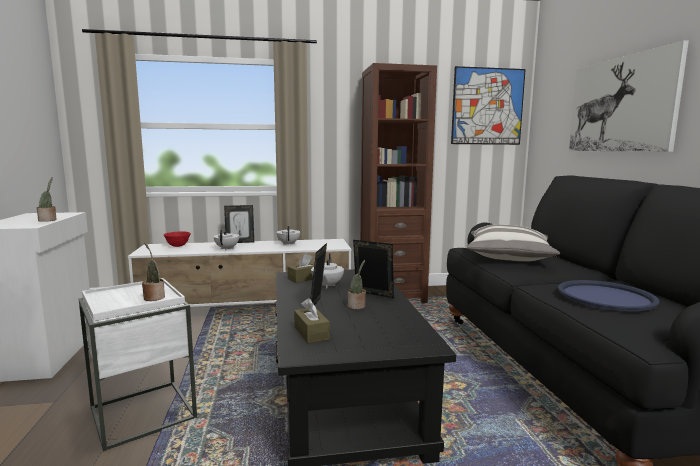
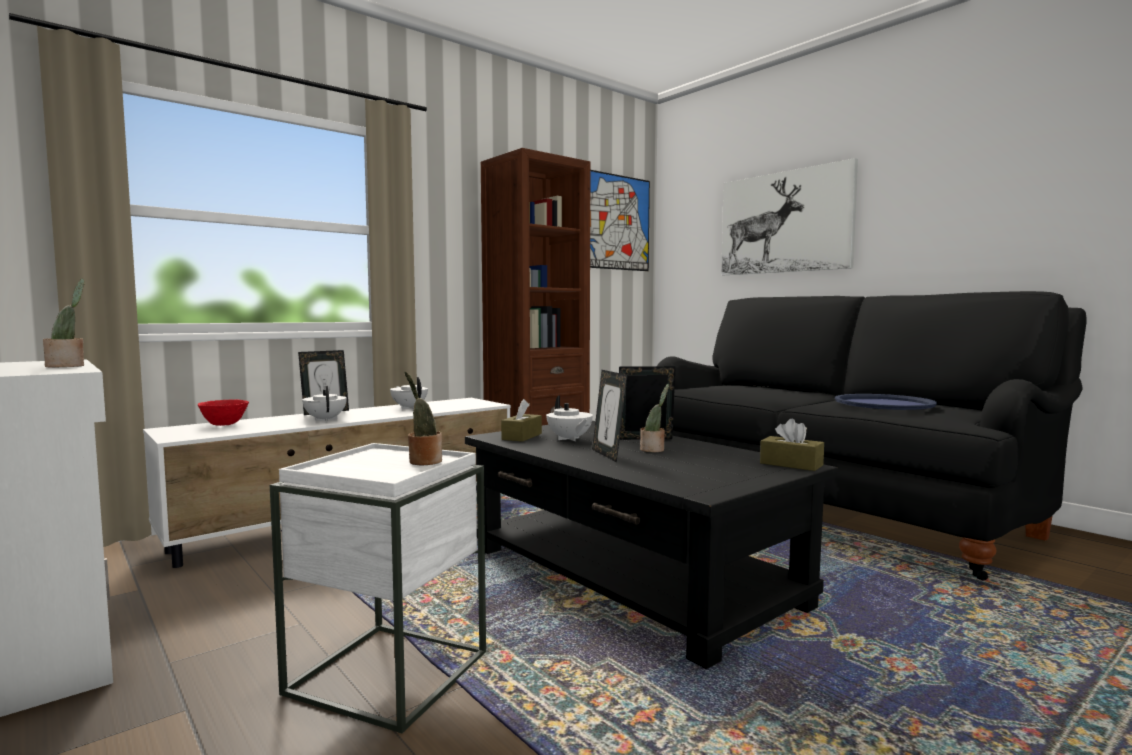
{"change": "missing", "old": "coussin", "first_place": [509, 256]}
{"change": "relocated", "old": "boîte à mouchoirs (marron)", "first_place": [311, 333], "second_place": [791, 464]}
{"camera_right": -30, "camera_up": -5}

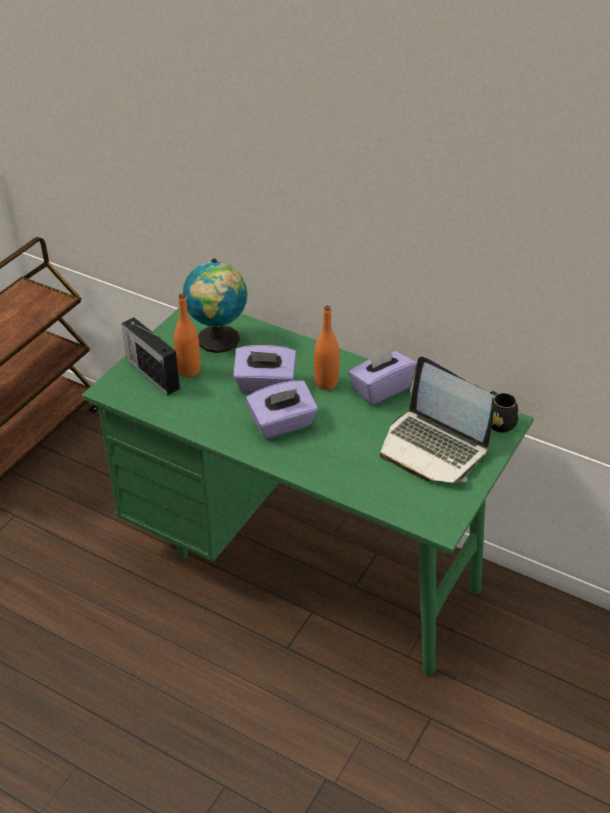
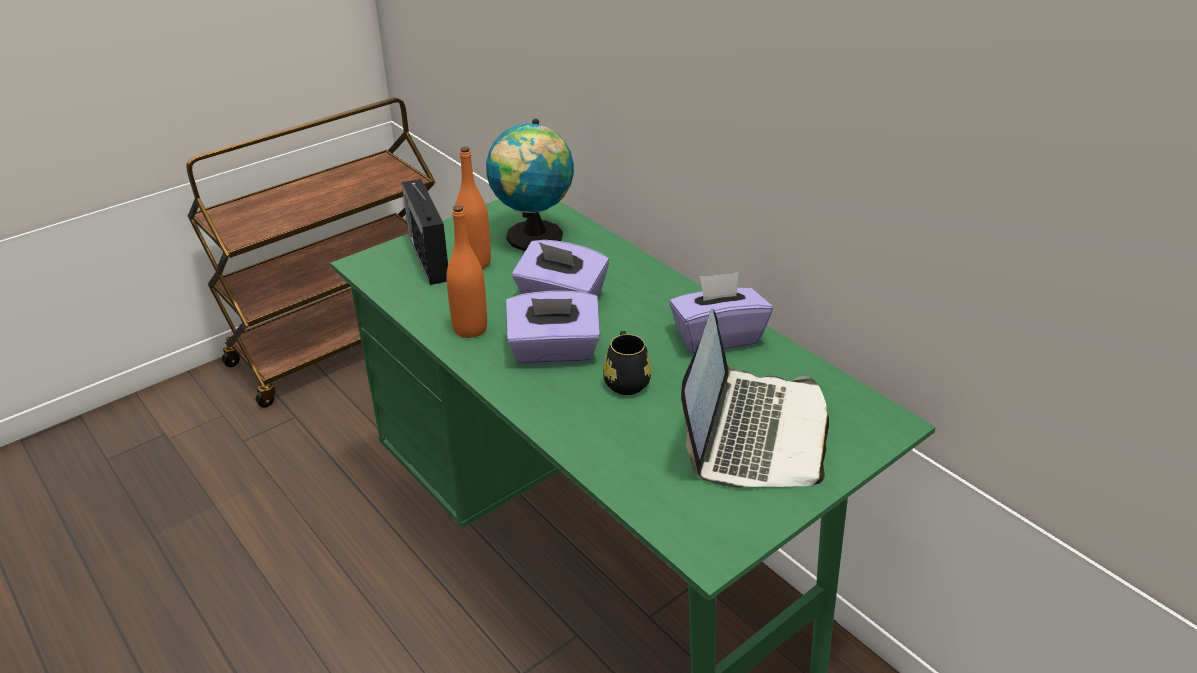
{"change": "relocated", "old": "bouteille (orange)", "first_place": [326, 383], "second_place": [470, 329]}
{"change": "spun", "old": "ordinateur portable", "first_place": [433, 448], "second_place": [754, 432], "degrees": -135}
{"change": "relocated", "old": "mug (noir)", "first_place": [498, 421], "second_place": [625, 379]}
{"camera_right": 20, "camera_up": -5}

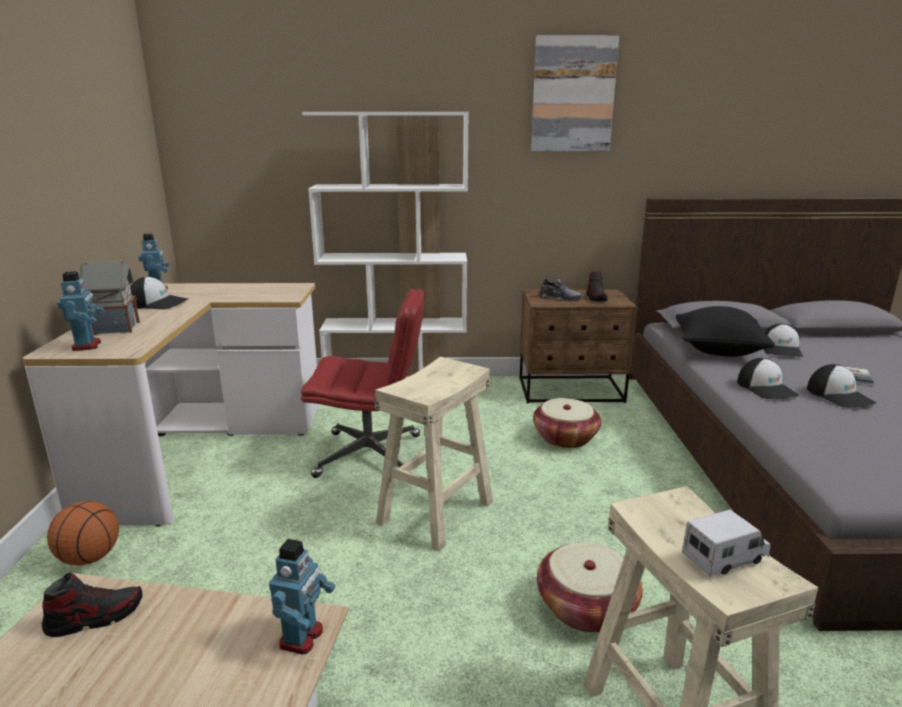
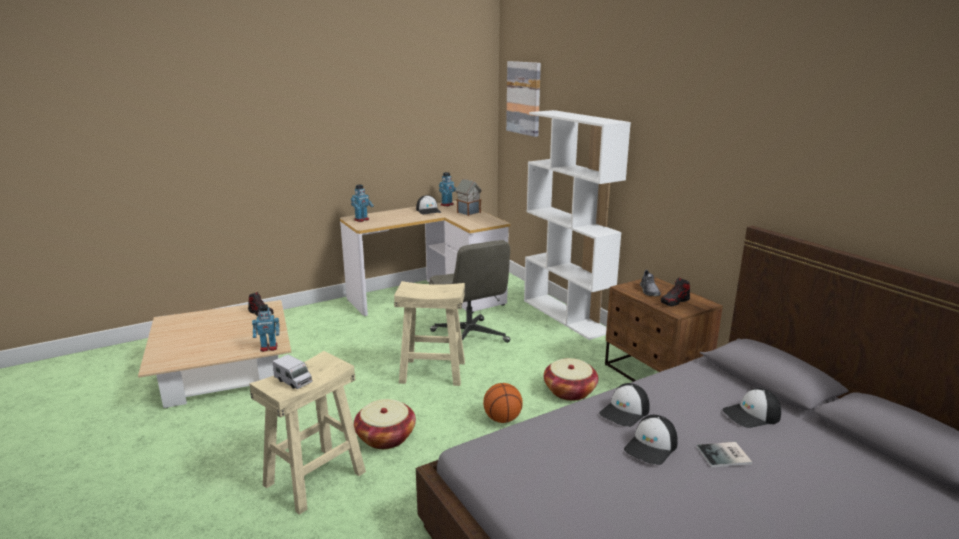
{"change": "relocated", "old": "tableau", "first_place": [573, 95], "second_place": [524, 98]}
{"change": "relocated", "old": "maison miniature", "first_place": [115, 328], "second_place": [468, 212]}
{"change": "colour", "old": "chaise de bureau (rouge)", "new": "chaise de bureau (gris)", "first_place": [371, 455], "second_place": [470, 337]}
{"change": "missing", "old": "coussin (noir)", "first_place": [718, 351]}
{"change": "relocated", "old": "ballon de basket", "first_place": [90, 558], "second_place": [502, 419]}
{"camera_right": 60, "camera_up": 0}

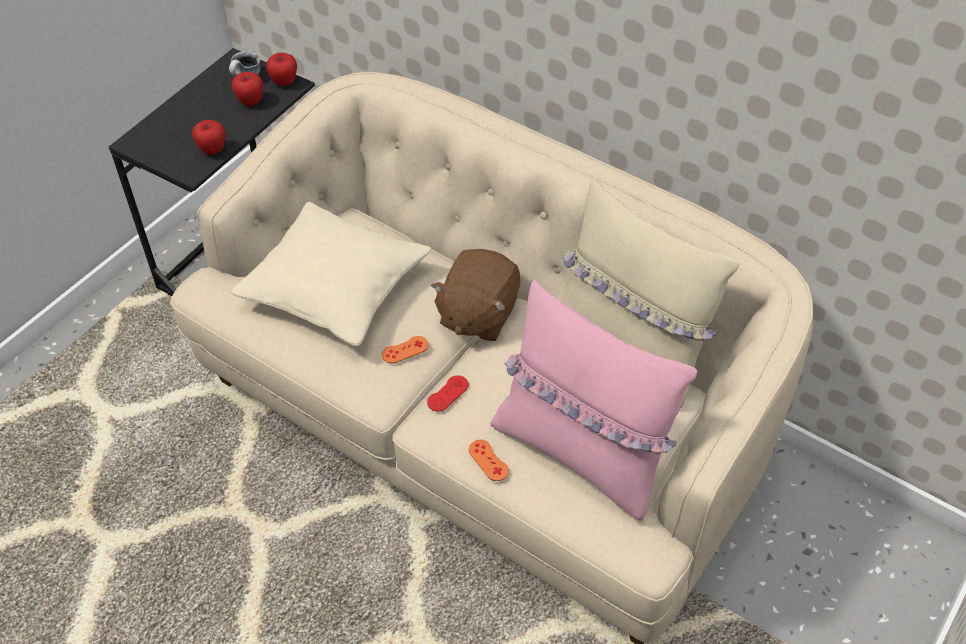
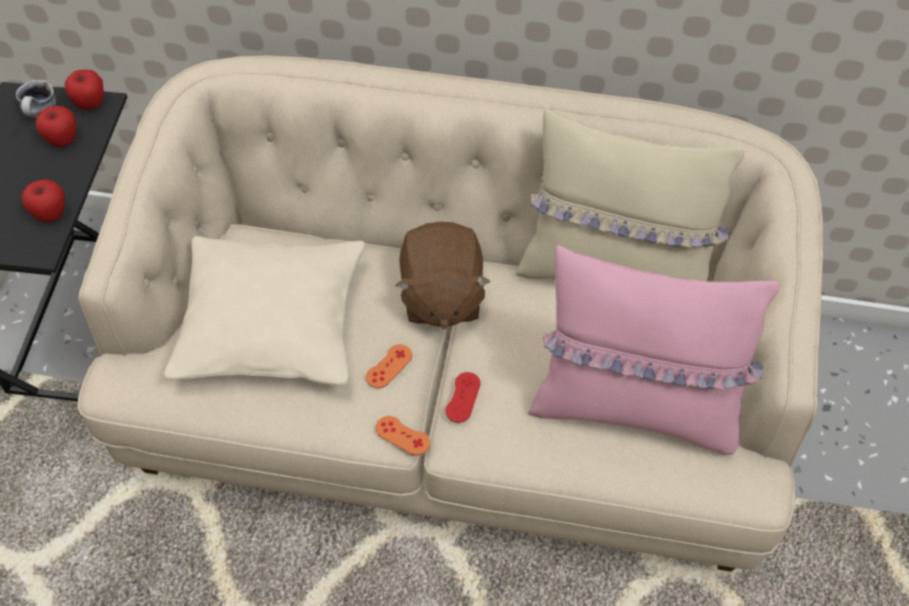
{"change": "relocated", "old": "manette (orange)", "first_place": [488, 460], "second_place": [402, 435]}
{"camera_right": -25, "camera_up": 5}

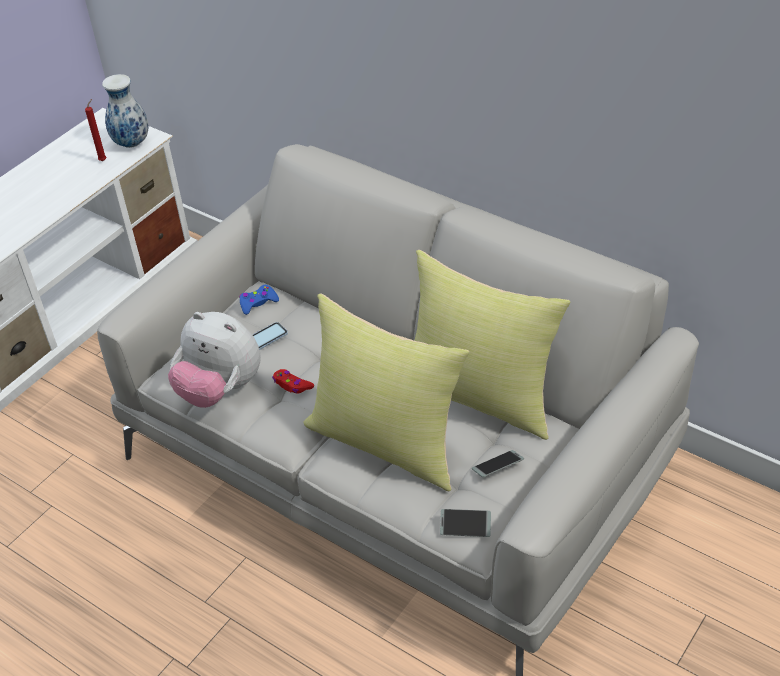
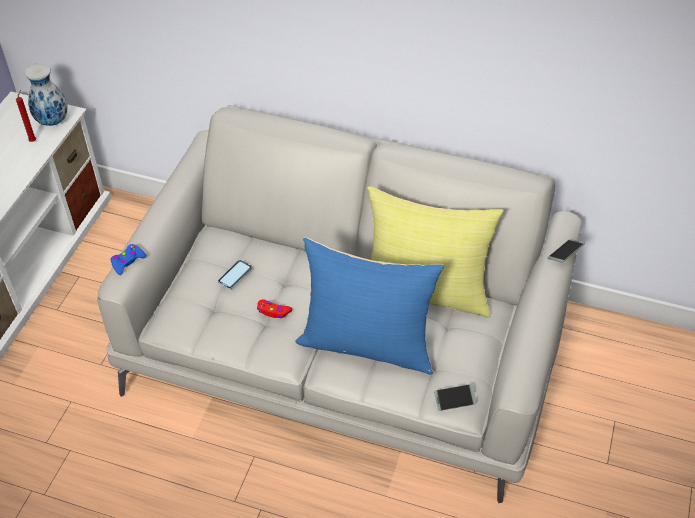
{"change": "relocated", "old": "manette (bleu)", "first_place": [258, 303], "second_place": [128, 262]}
{"change": "colour", "old": "coussin (jaune)", "new": "coussin (bleu)", "first_place": [387, 441], "second_place": [367, 343]}
{"change": "missing", "old": "peluche", "first_place": [220, 389]}
{"change": "relocated", "old": "téléphone", "first_place": [497, 467], "second_place": [565, 253]}
{"camera_right": -20, "camera_up": 5}

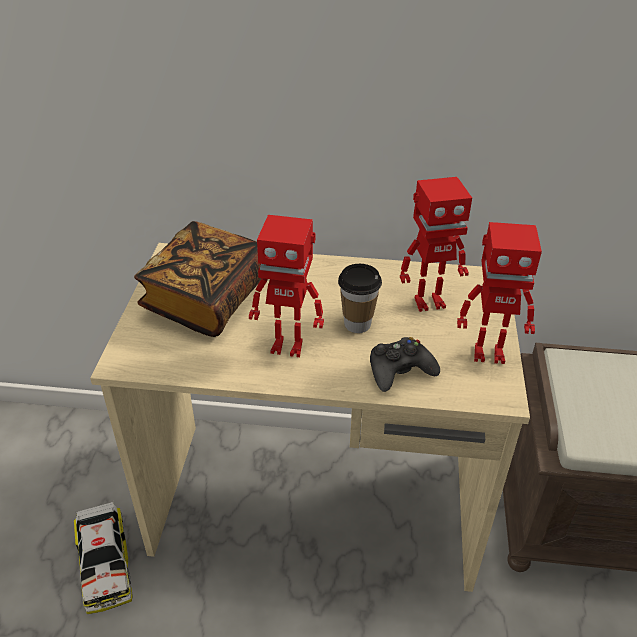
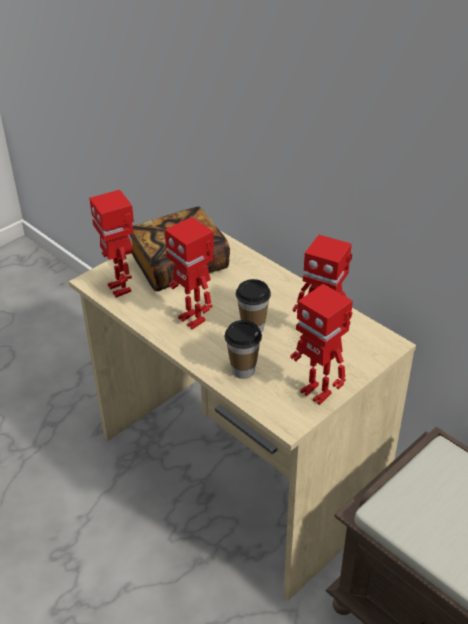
{"change": "exchanged", "old": "manette (noir)", "new": "tasse", "first_place": [400, 370], "second_place": [243, 370]}
{"change": "missing", "old": "petite voiture", "first_place": [104, 563]}
{"change": "appeared", "new": "robot jouet", "second_place": [121, 288]}
{"camera_right": 40, "camera_up": 0}

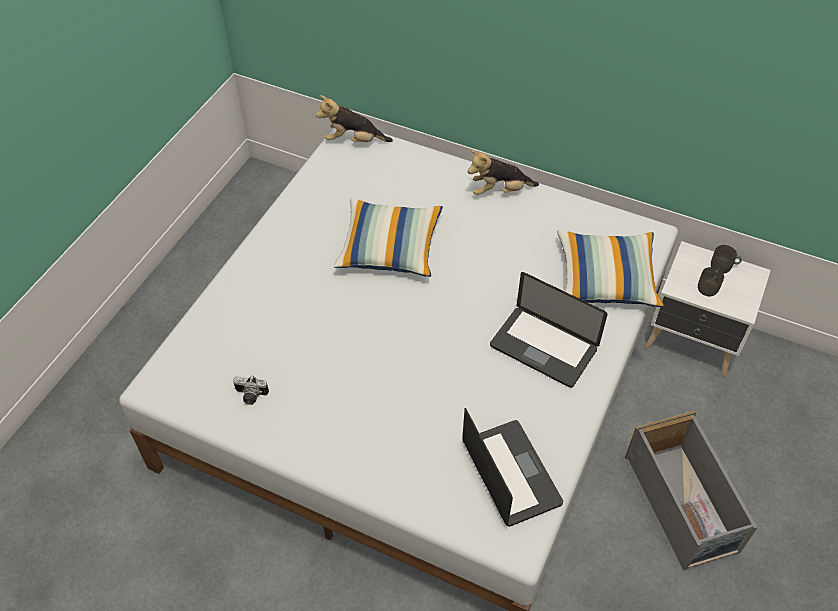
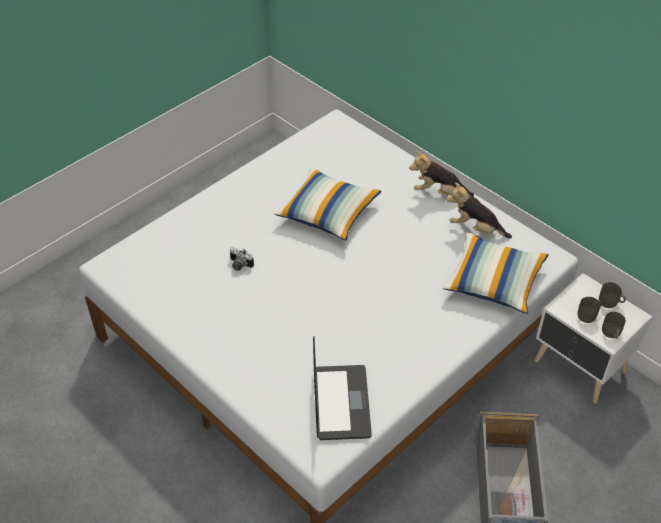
{"change": "relocated", "old": "peluche", "first_place": [353, 141], "second_place": [475, 228]}
{"change": "missing", "old": "ordinateur portable", "first_place": [543, 348]}
{"change": "relocated", "old": "appareil photo", "first_place": [250, 396], "second_place": [239, 265]}
{"change": "appeared", "new": "mug (gris)", "second_place": [611, 333]}
{"camera_right": 20, "camera_up": -5}

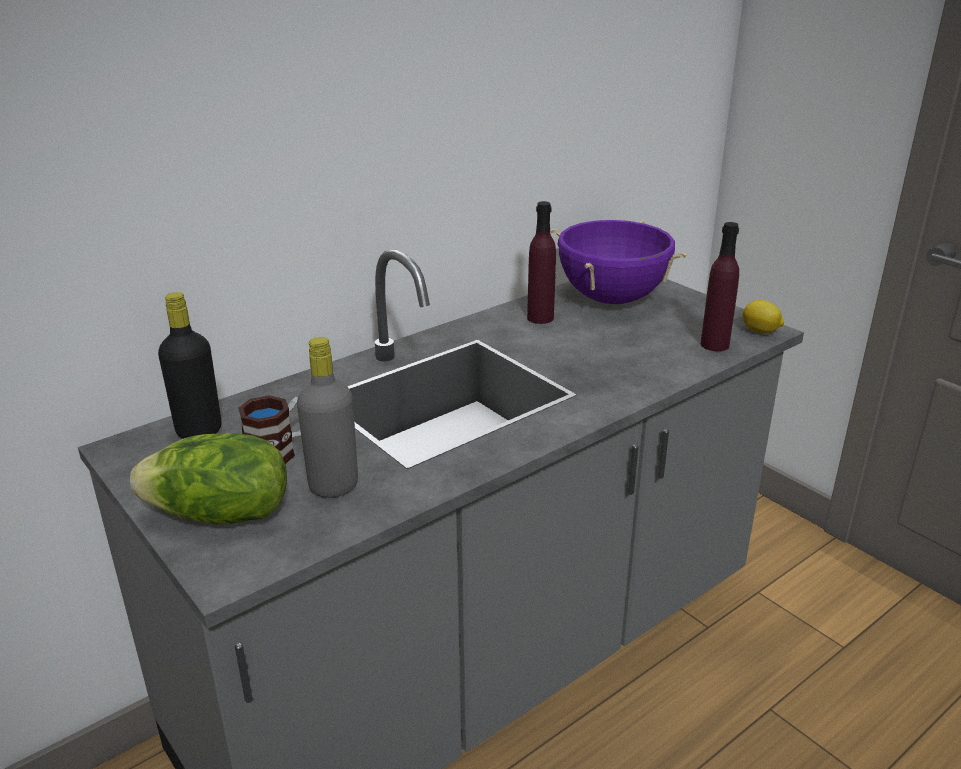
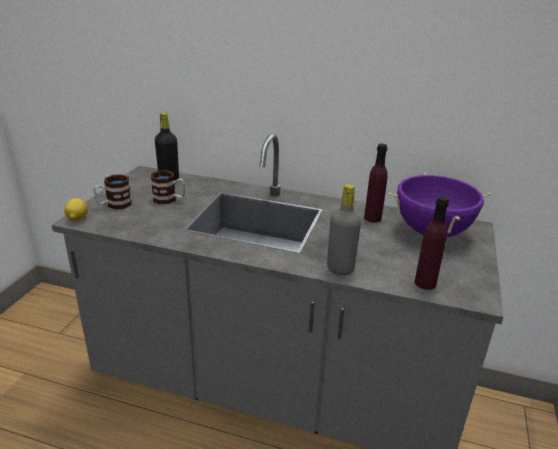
{"change": "relocated", "old": "citron", "first_place": [760, 331], "second_place": [77, 219]}
{"change": "relocated", "old": "bouteille (gris)", "first_place": [333, 486], "second_place": [340, 269]}
{"change": "exchanged", "old": "laitue", "new": "mug", "first_place": [220, 515], "second_place": [114, 205]}
{"camera_right": 55, "camera_up": 0}

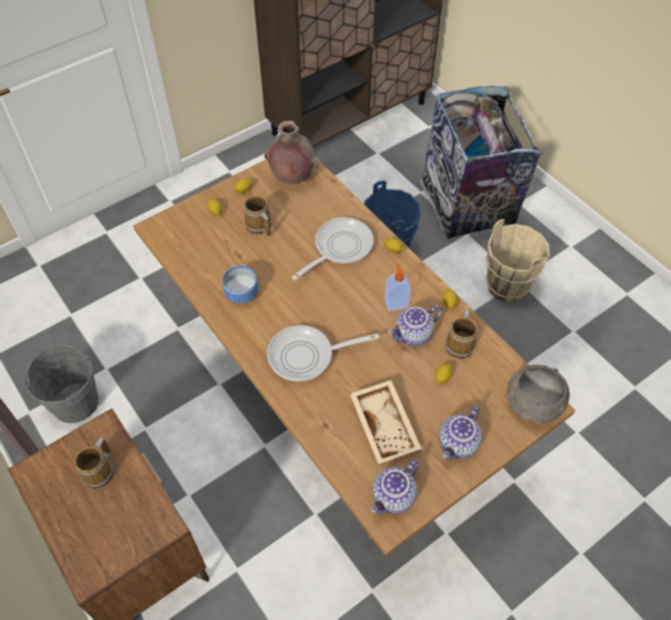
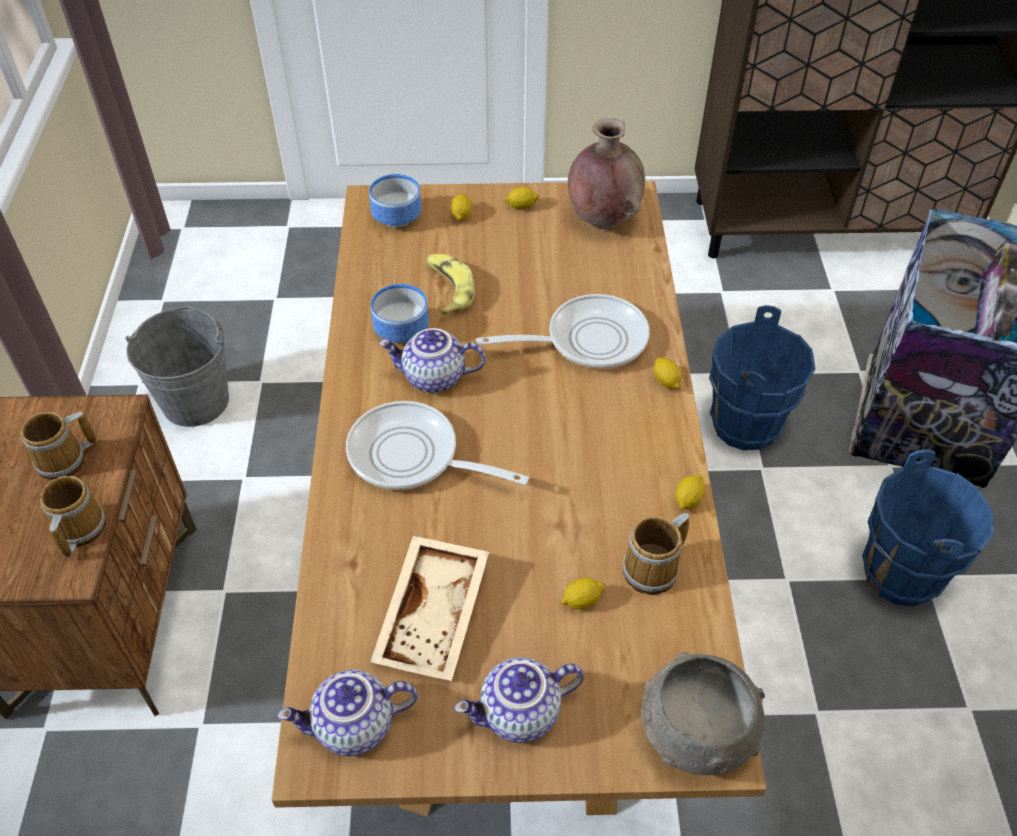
{"change": "relocated", "old": "mug", "first_place": [258, 226], "second_place": [78, 530]}
{"change": "colour", "old": "seau (beige)", "new": "seau (bleu)", "first_place": [507, 286], "second_place": [901, 574]}
{"change": "missing", "old": "distributeur de savon", "first_place": [396, 303]}
{"change": "relocated", "old": "théière", "first_place": [413, 335], "second_place": [433, 378]}
{"change": "appeared", "new": "bol", "second_place": [397, 216]}
{"change": "appeared", "new": "banane", "second_place": [448, 288]}
{"camera_right": 35, "camera_up": -5}

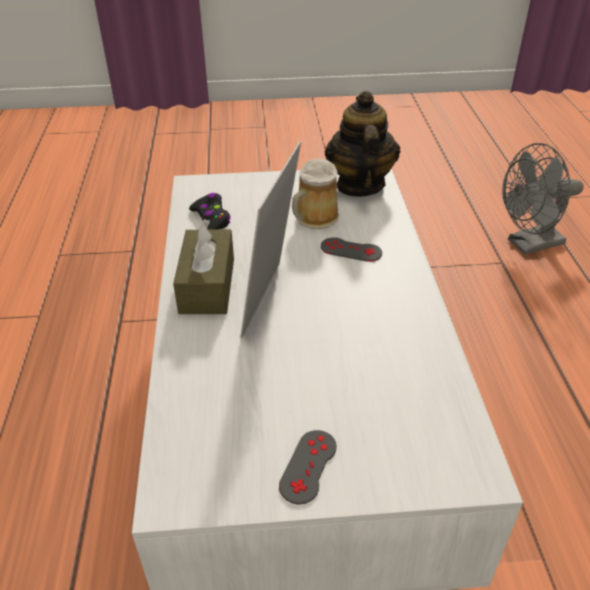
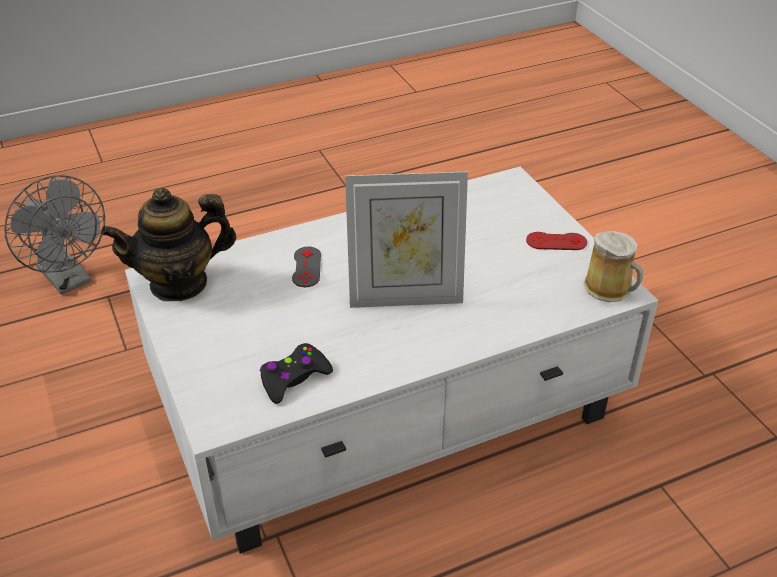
{"change": "relocated", "old": "mug", "first_place": [314, 219], "second_place": [610, 289]}
{"change": "missing", "old": "boîte à mouchoirs (marron)", "first_place": [207, 285]}
{"change": "colour", "old": "manette (gris)", "new": "manette (rouge)", "first_place": [308, 466], "second_place": [556, 241]}
{"camera_right": -110, "camera_up": 0}

